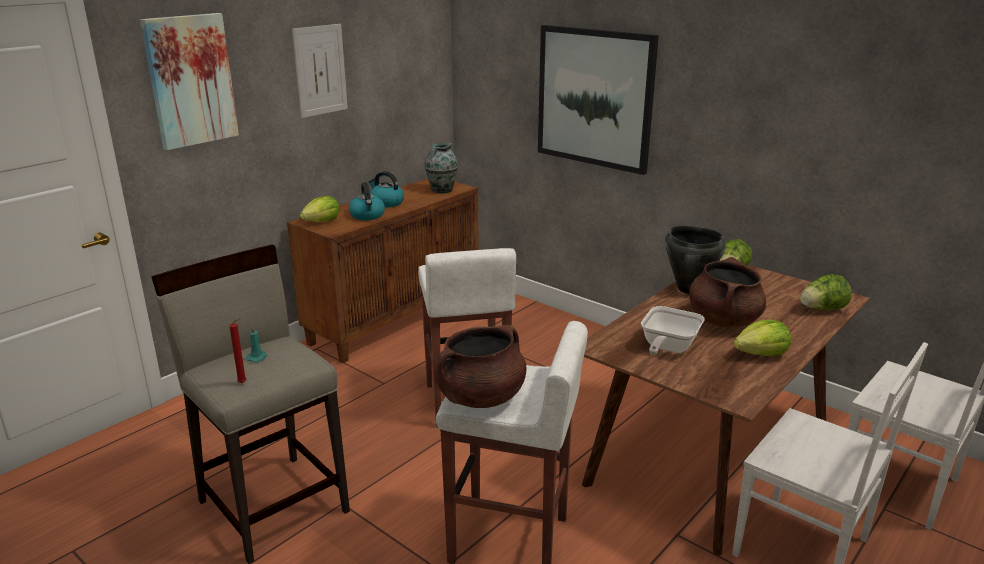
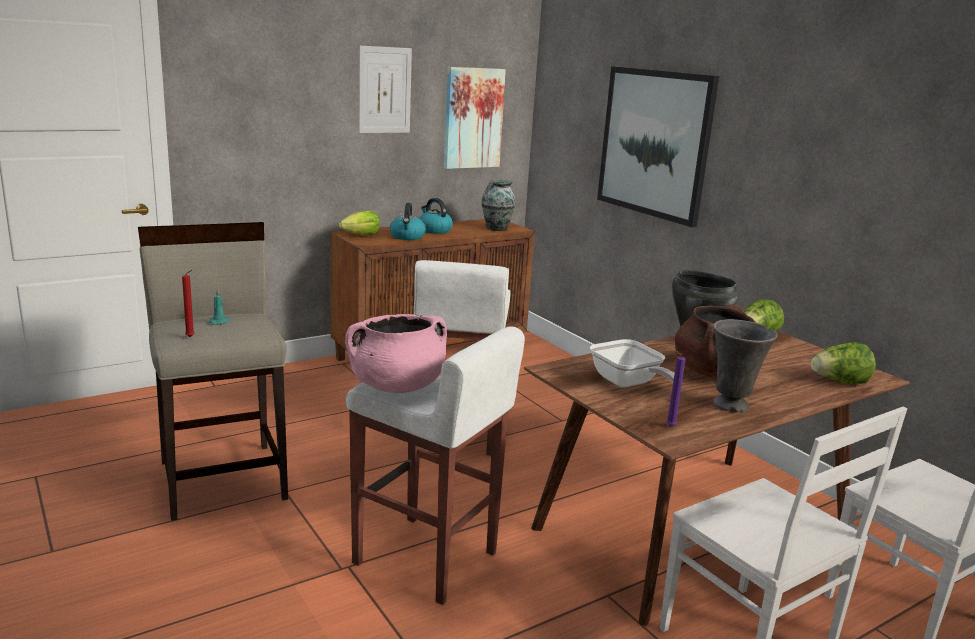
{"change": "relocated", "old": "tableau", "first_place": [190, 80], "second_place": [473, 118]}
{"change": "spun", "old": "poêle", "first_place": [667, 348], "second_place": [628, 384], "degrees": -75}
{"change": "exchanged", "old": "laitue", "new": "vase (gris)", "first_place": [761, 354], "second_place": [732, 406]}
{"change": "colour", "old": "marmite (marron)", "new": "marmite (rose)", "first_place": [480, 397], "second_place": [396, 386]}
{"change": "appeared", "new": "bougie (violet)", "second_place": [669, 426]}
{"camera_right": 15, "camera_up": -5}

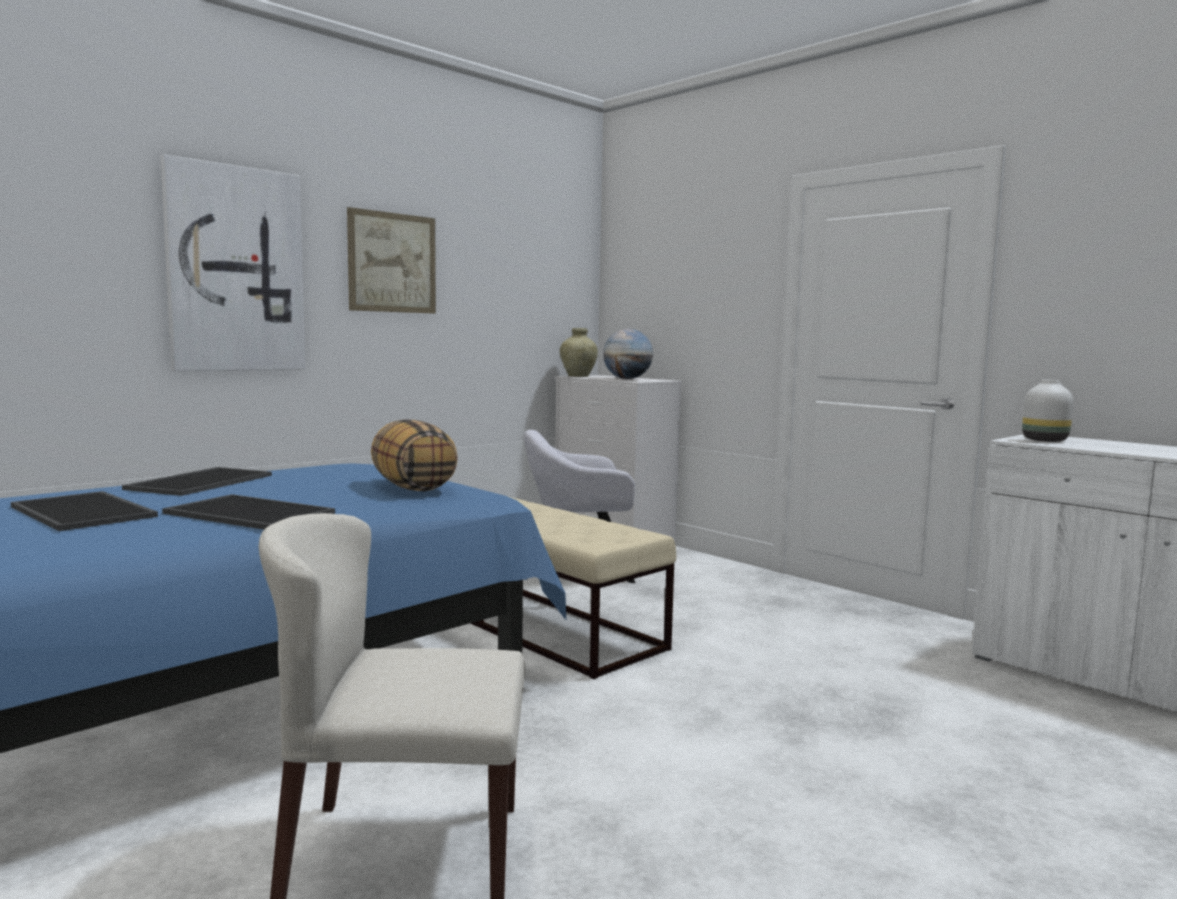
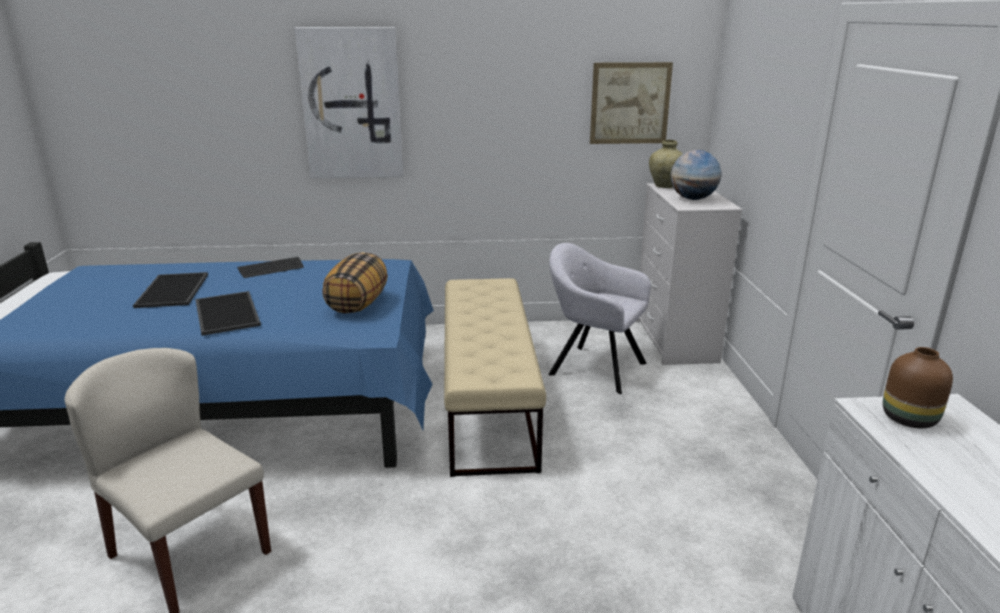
{"change": "relocated", "old": "tableau", "first_place": [392, 263], "second_place": [630, 103]}
{"change": "colour", "old": "vase (blanc)", "new": "vase (marron)", "first_place": [1045, 440], "second_place": [910, 419]}
{"change": "exchanged", "old": "plateau", "new": "clavier", "first_place": [200, 482], "second_place": [271, 269]}
{"camera_right": 40, "camera_up": 15}

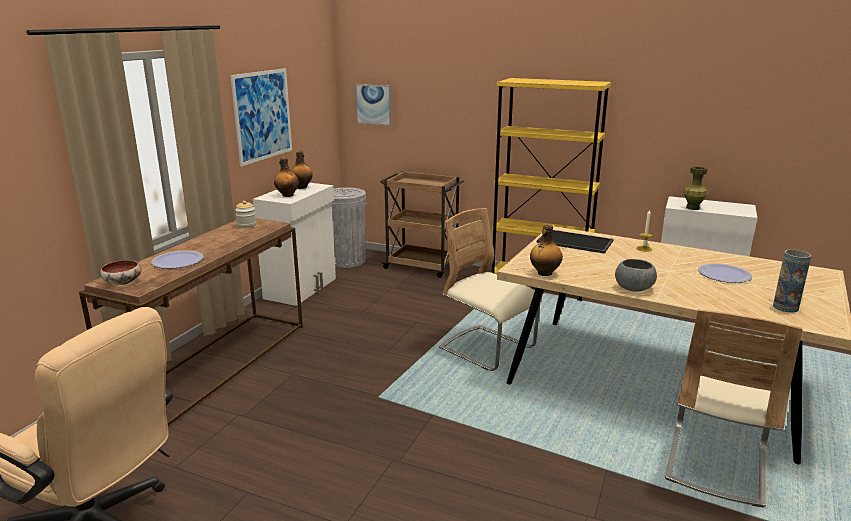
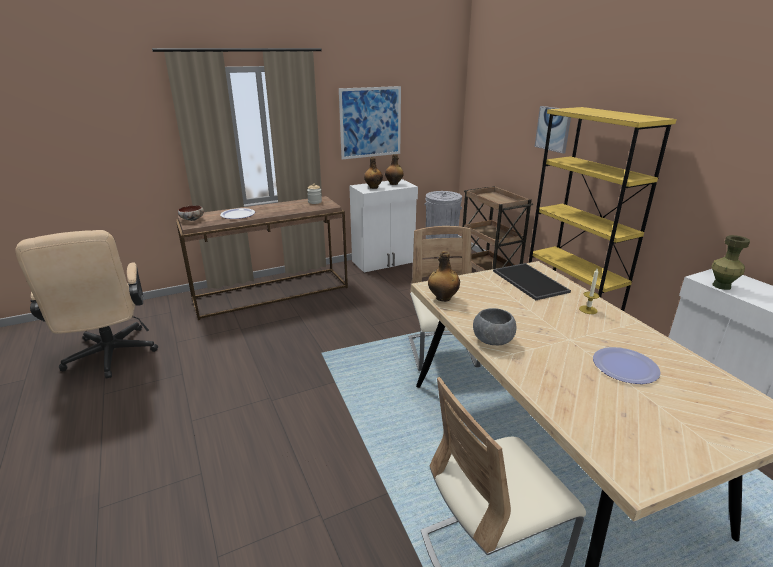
{"change": "relocated", "old": "tableau", "first_place": [374, 104], "second_place": [553, 129]}
{"change": "missing", "old": "vase", "first_place": [785, 307]}
{"camera_right": 40, "camera_up": 5}

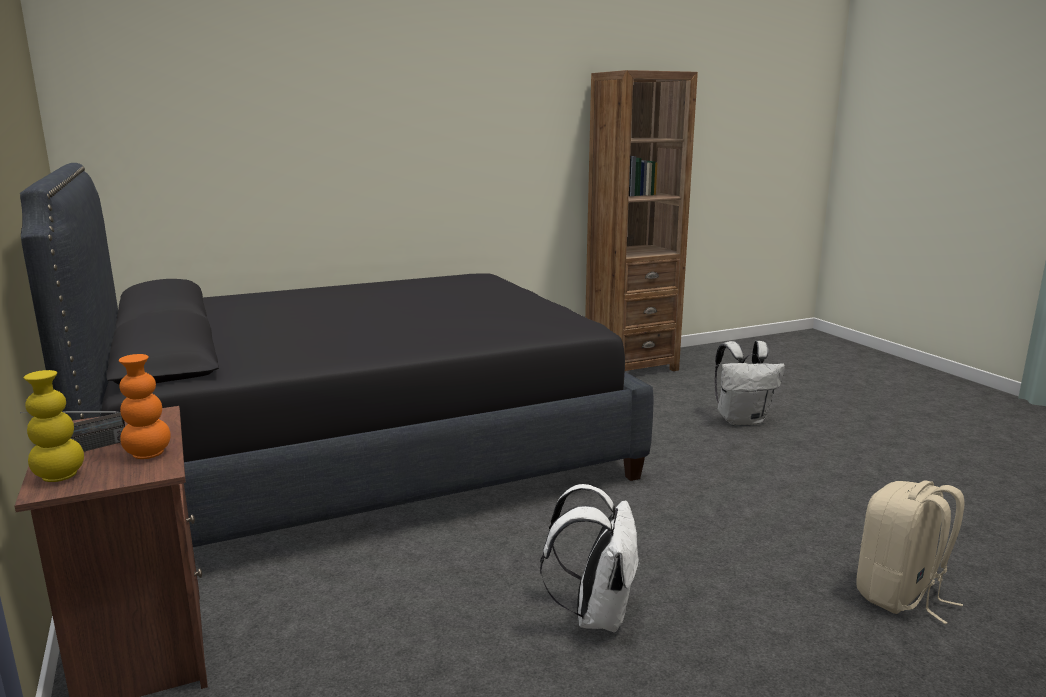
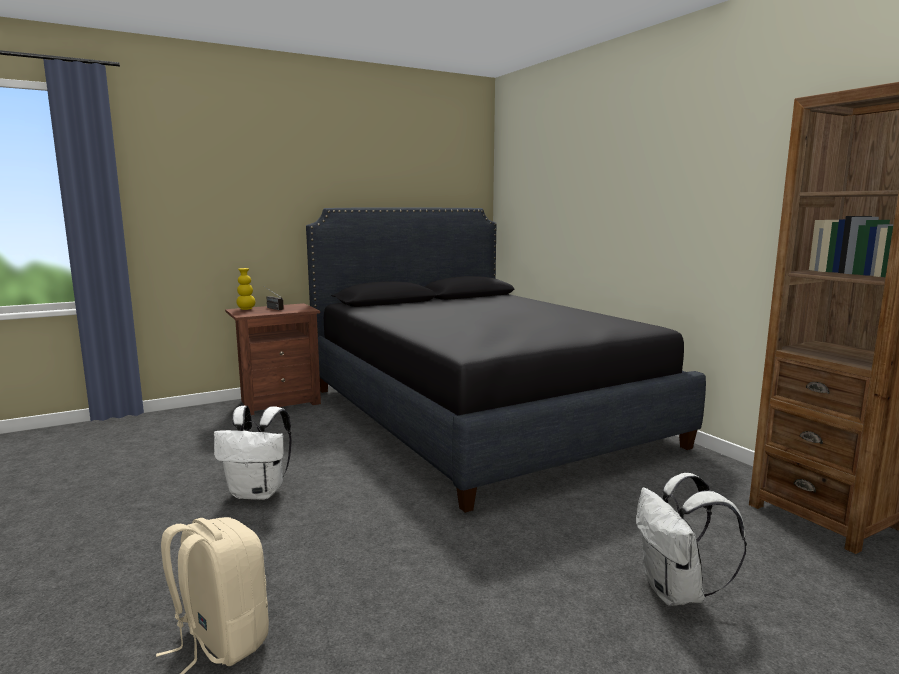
{"change": "missing", "old": "vase (orange)", "first_place": [148, 454]}
{"camera_right": 85, "camera_up": -5}

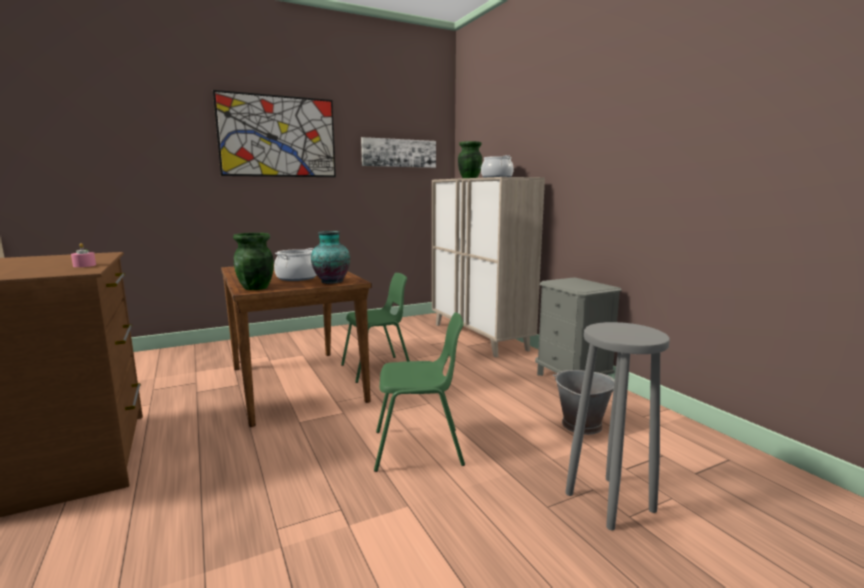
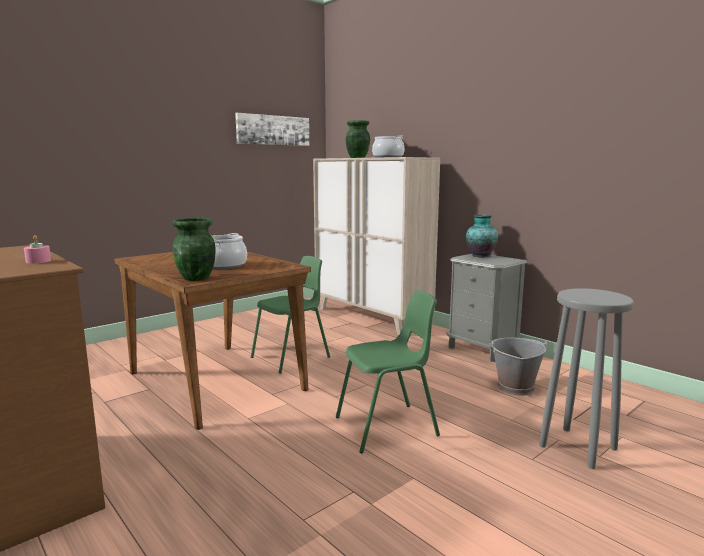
{"change": "missing", "old": "tableau", "first_place": [278, 136]}
{"change": "relocated", "old": "vase", "first_place": [331, 282], "second_place": [480, 256]}
{"camera_right": -15, "camera_up": 0}

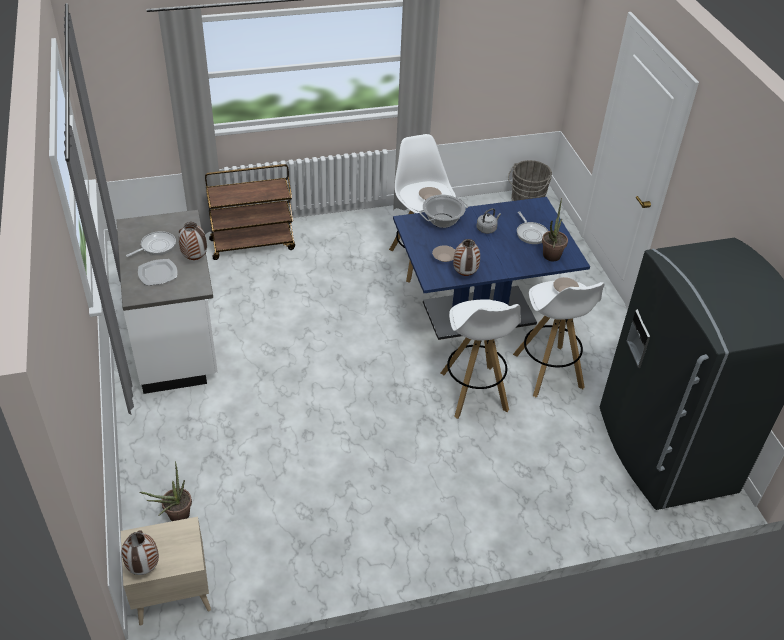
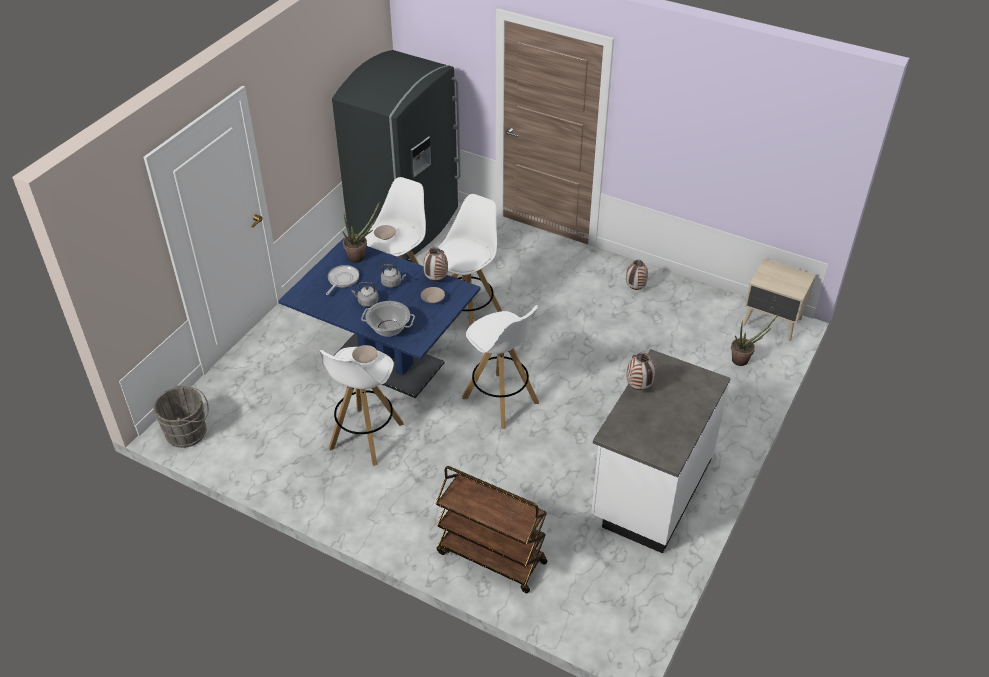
{"change": "missing", "old": "poêle", "first_place": [156, 246]}
{"change": "missing", "old": "assiette", "first_place": [158, 273]}
{"change": "relocated", "old": "vase", "first_place": [144, 568], "second_place": [635, 288]}
{"change": "appeared", "new": "bouilloire (gris)", "second_place": [392, 283]}
{"change": "appeared", "new": "tabouret (blanc)", "second_place": [501, 401]}
{"camera_right": -135, "camera_up": 0}

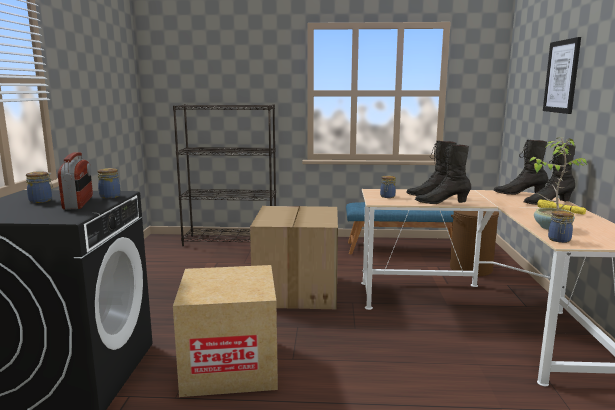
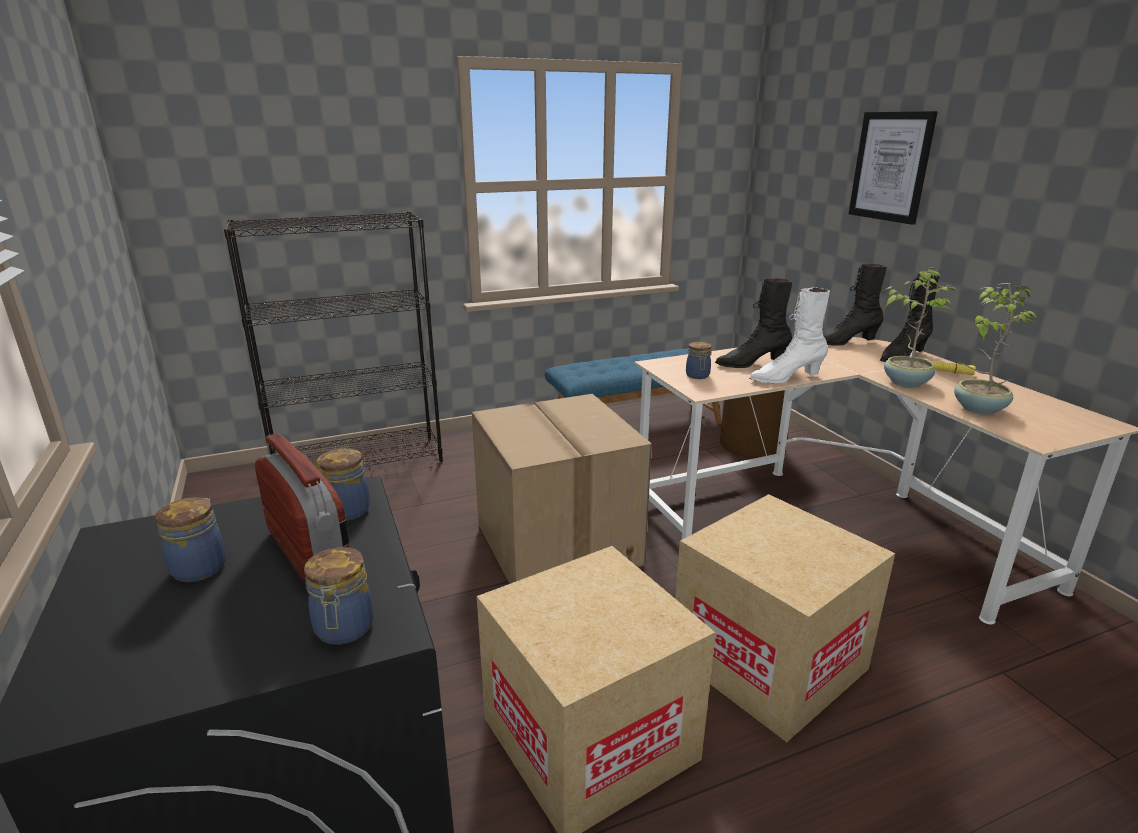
{"change": "colour", "old": "botte (noir)", "new": "botte (blanc)", "first_place": [441, 203], "second_place": [785, 378]}
{"change": "relocated", "old": "bocal", "first_place": [559, 240], "second_place": [343, 629]}
{"change": "appeared", "new": "plante en pot", "second_place": [906, 382]}
{"change": "appeared", "new": "carton", "second_place": [768, 661]}
{"camera_right": -25, "camera_up": 10}

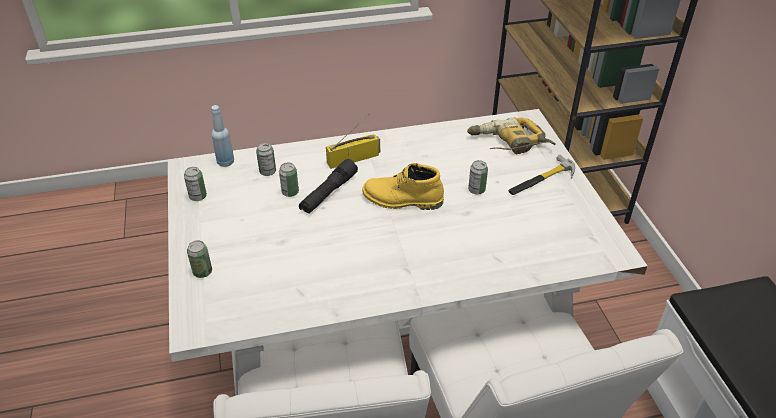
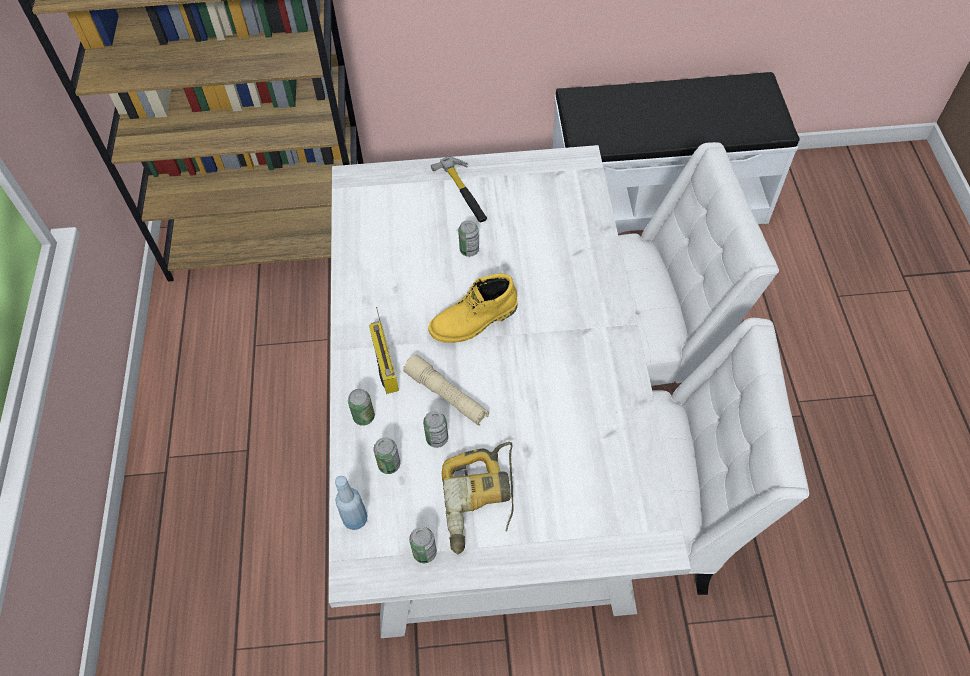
{"change": "relocated", "old": "perceuse", "first_place": [508, 143], "second_place": [480, 501]}
{"change": "colour", "old": "lampe de poche (noir)", "new": "lampe de poche (beige)", "first_place": [328, 193], "second_place": [447, 395]}
{"change": "spun", "old": "botte (jaune)", "first_place": [402, 200], "second_place": [474, 321], "degrees": 45}
{"change": "relocated", "old": "boîte métallique", "first_place": [202, 272], "second_place": [364, 417]}
{"camera_right": -80, "camera_up": 15}

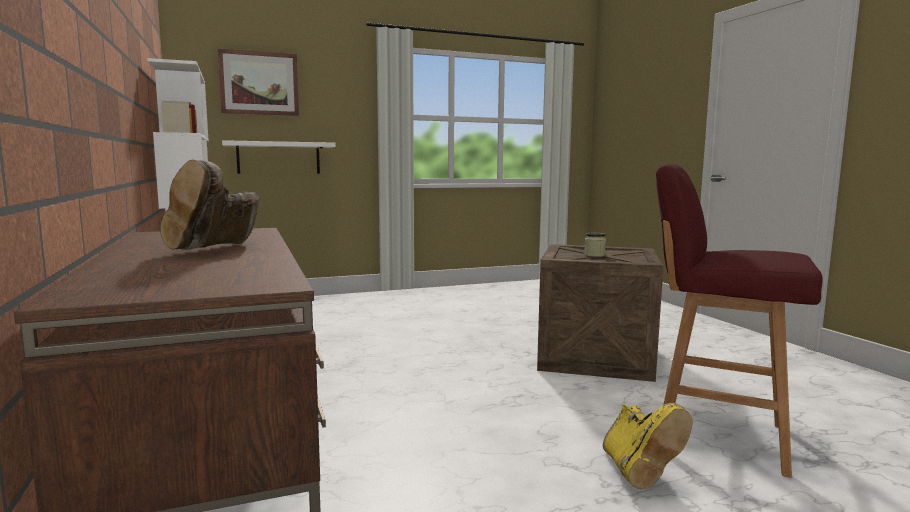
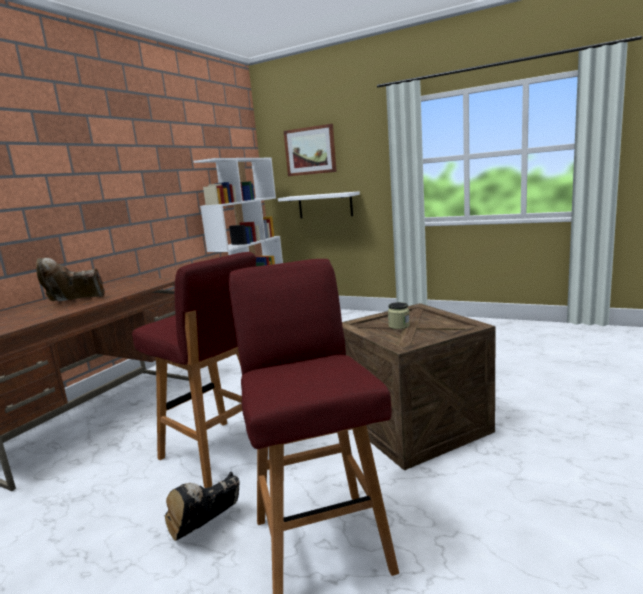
{"change": "colour", "old": "botte (jaune)", "new": "botte (noir)", "first_place": [638, 473], "second_place": [206, 529]}
{"change": "appeared", "new": "tabouret (rouge)", "second_place": [218, 453]}
{"camera_right": 50, "camera_up": 5}

